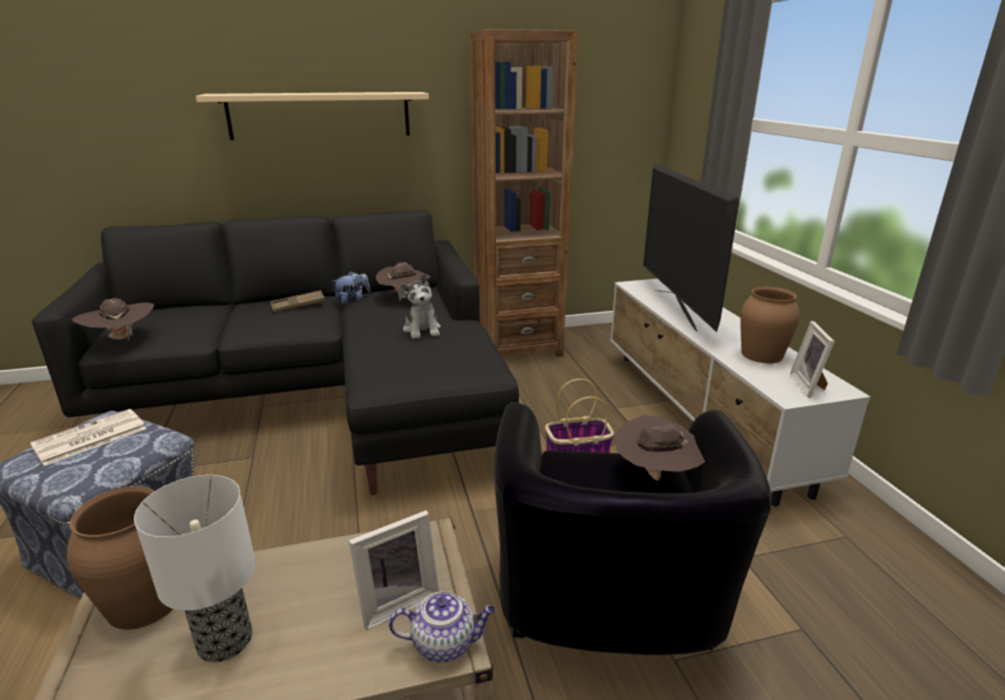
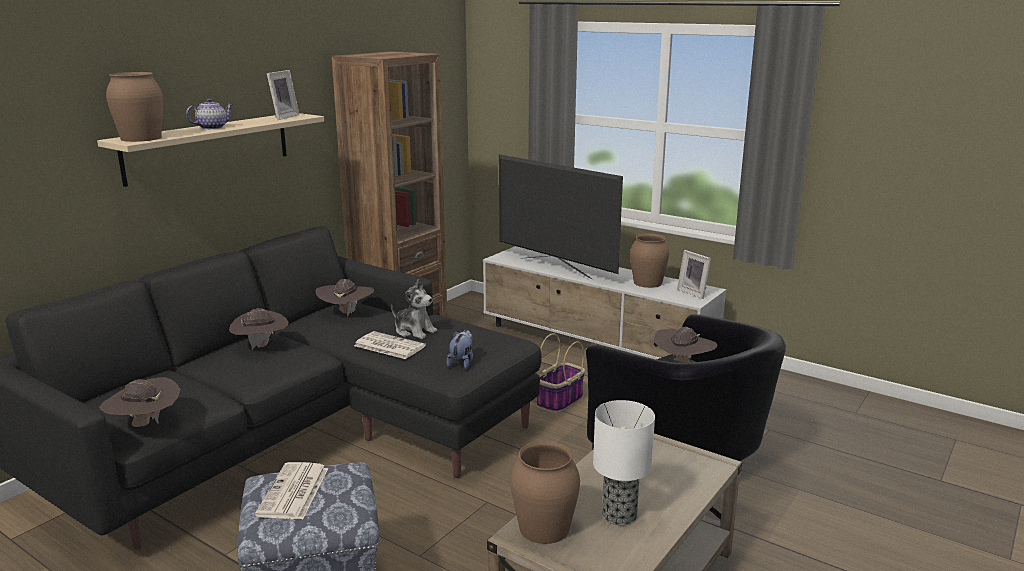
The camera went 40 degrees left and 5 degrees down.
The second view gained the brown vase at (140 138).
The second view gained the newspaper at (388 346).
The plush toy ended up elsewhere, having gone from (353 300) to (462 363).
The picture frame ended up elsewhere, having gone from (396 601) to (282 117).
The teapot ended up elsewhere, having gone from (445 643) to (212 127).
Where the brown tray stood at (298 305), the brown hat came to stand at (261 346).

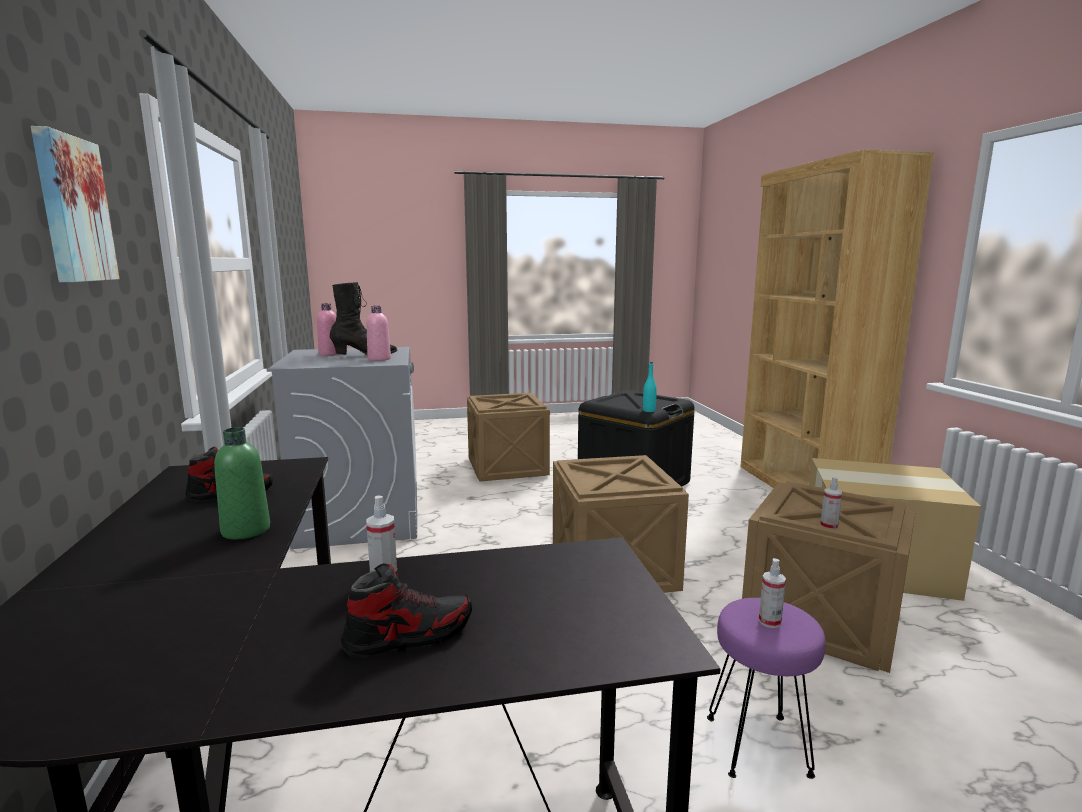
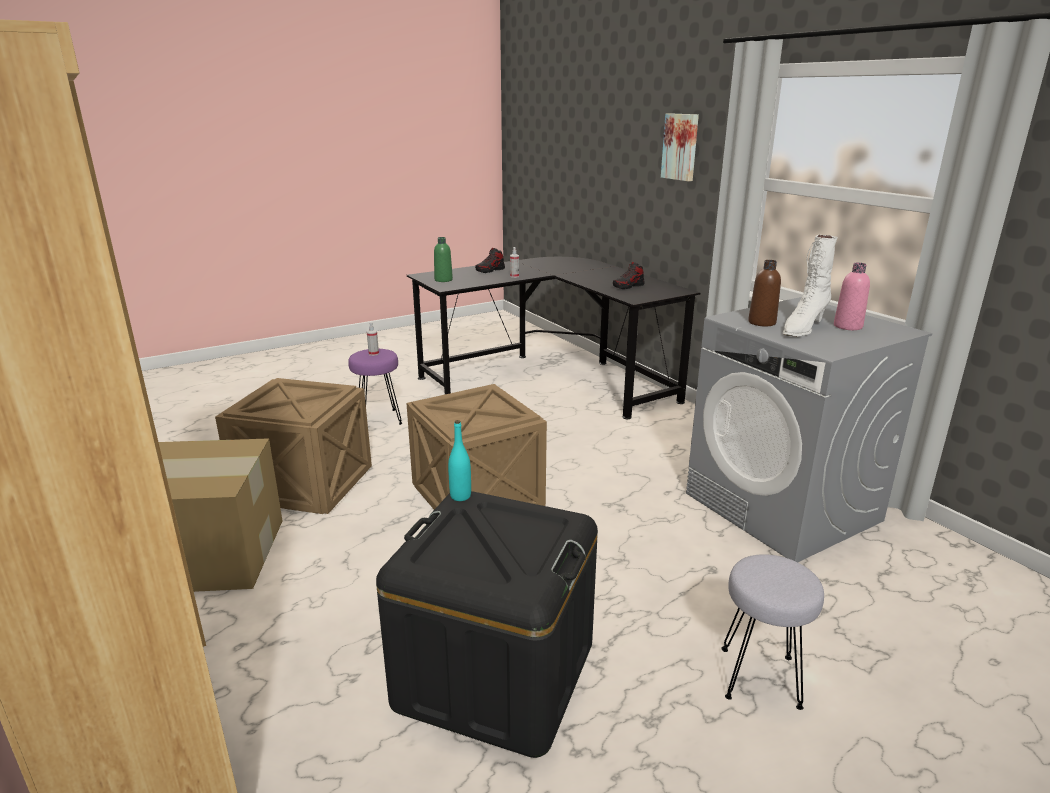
The camera went 160 degrees right and 10 degrees up.
The second view lost the spray bottle at (829 526).
The green bottle ended up elsewhere, having gone from (246 530) to (443 280).
Where the crate stood at (507 467), the grey stool came to stand at (759 678).
What was the black boot at (365 355) turned into the white boot at (802 328).
What was the pink bottle at (379 359) turned into the brown bottle at (762 322).

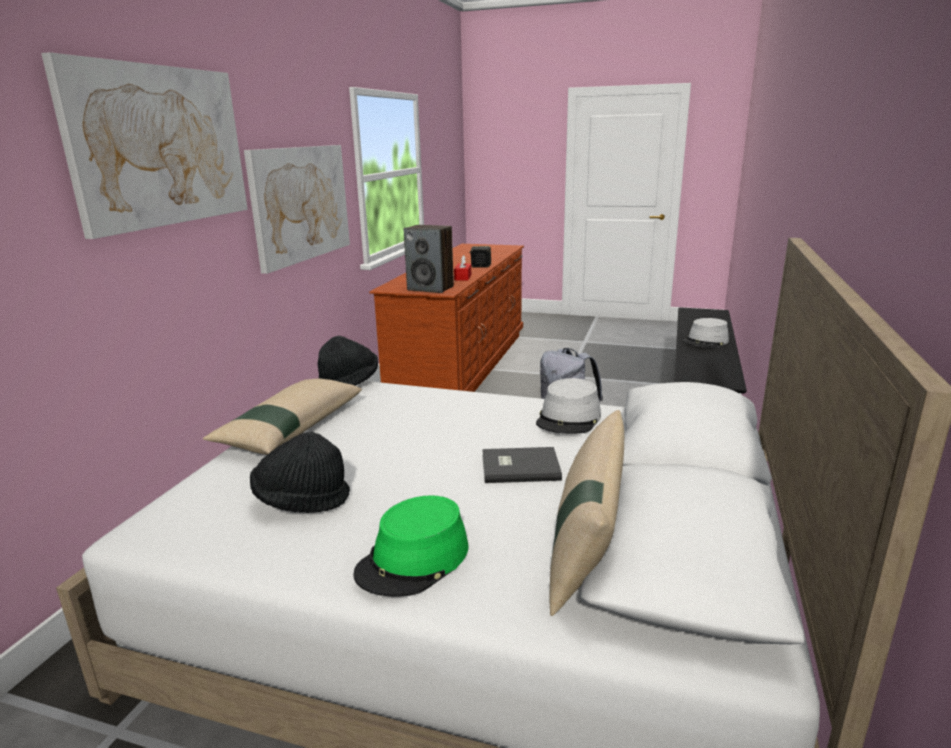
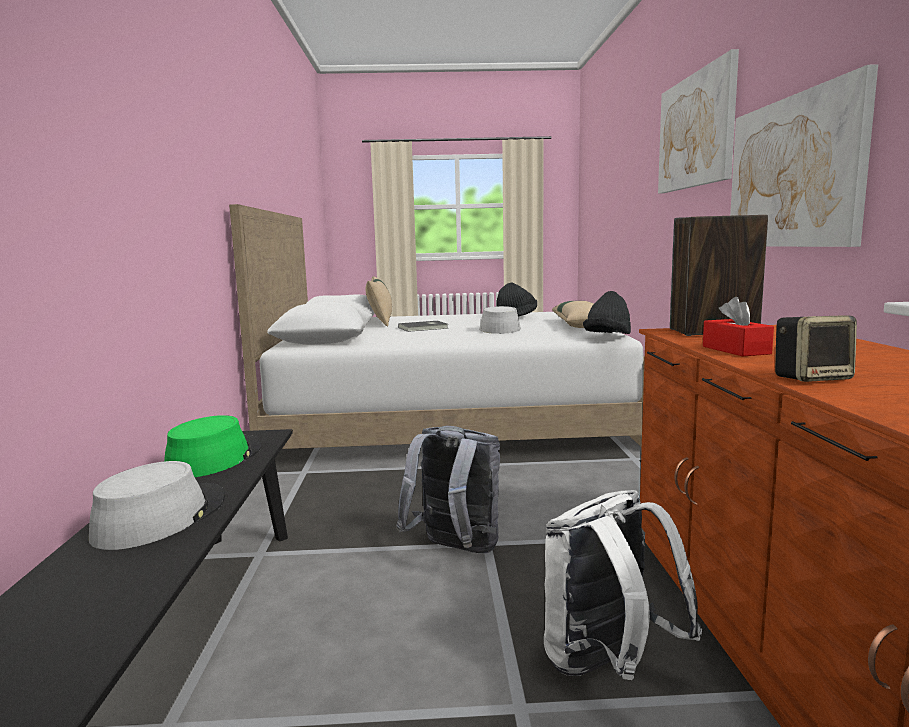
The camera went 160 degrees right and 10 degrees down.
The second view gained the white backpack at (607 666).
The green hat ended up elsewhere, having gone from (414 560) to (214 458).
The grey hat ended up elsewhere, having gone from (569 418) to (499 329).

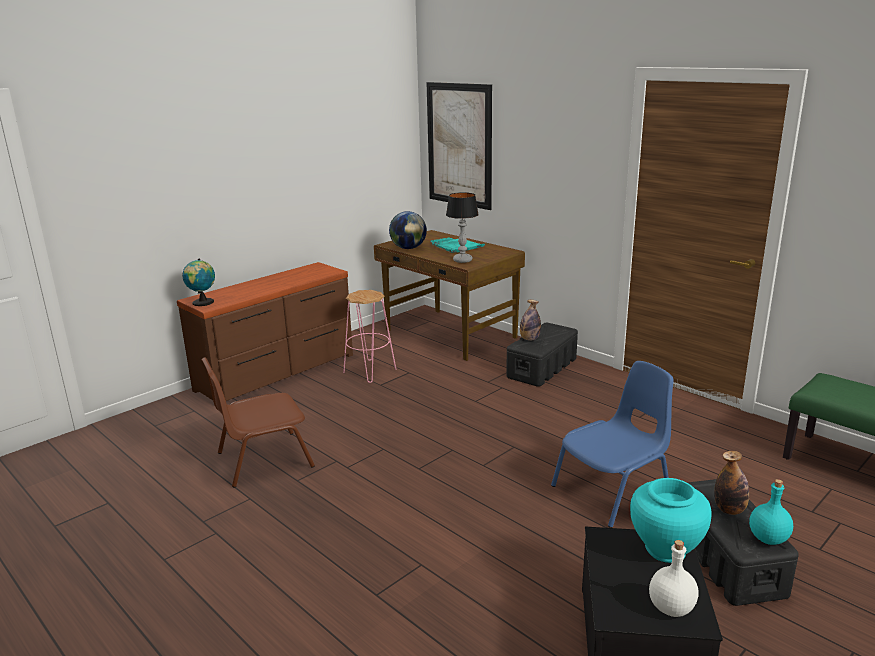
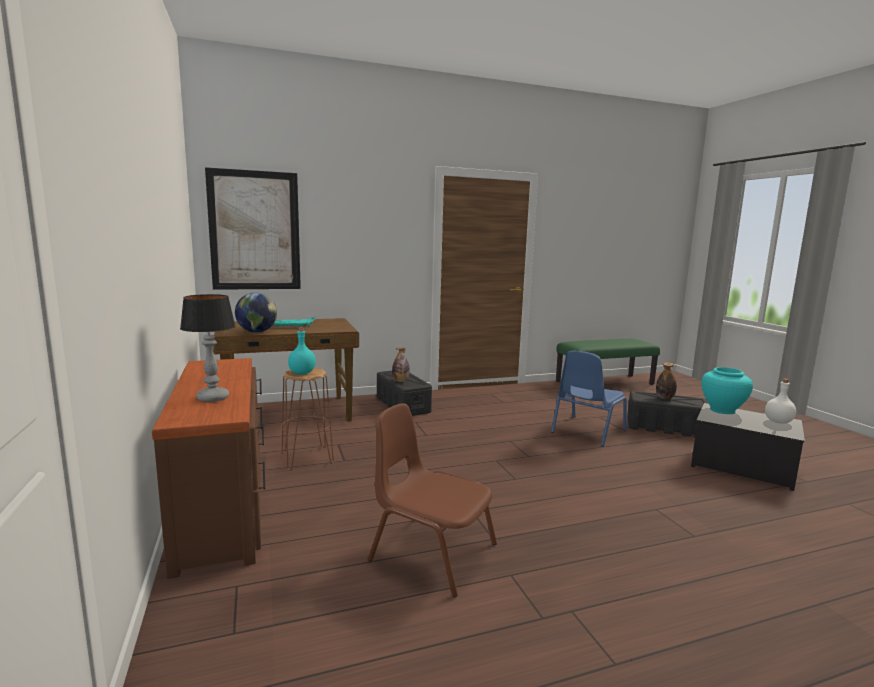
The camera went 65 degrees left and 10 degrees down.
The second view lost the globe at (203 303).
The table lamp ended up elsewhere, having gone from (462 260) to (213 398).
The turquoise bottle ended up elsewhere, having gone from (769 538) to (302 373).
What was the pink stool at (369 371) turned into the brown stool at (306 458).
The brown chair at (263 459) ended up facing another way, 120 degrees clockwise from before.
The blue chair at (613 491) ended up facing another way, 135 degrees counterclockwise from before.

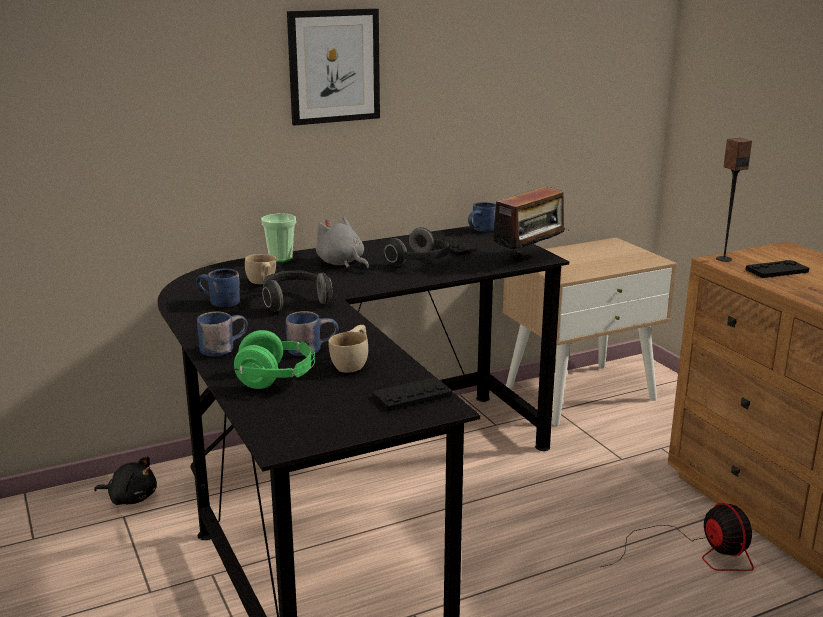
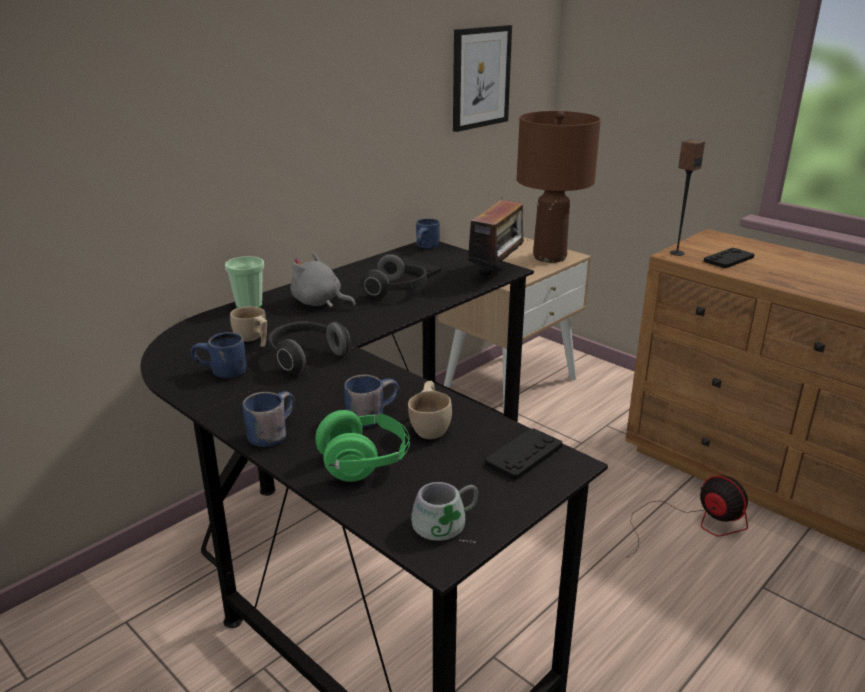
The camera went 20 degrees left and 5 degrees up.
The second view lost the black plush toy at (131 498).
The second view gained the grey mug at (448 526).
The second view gained the brown table lamp at (550 257).
The picture ended up elsewhere, having gone from (334 66) to (480 77).

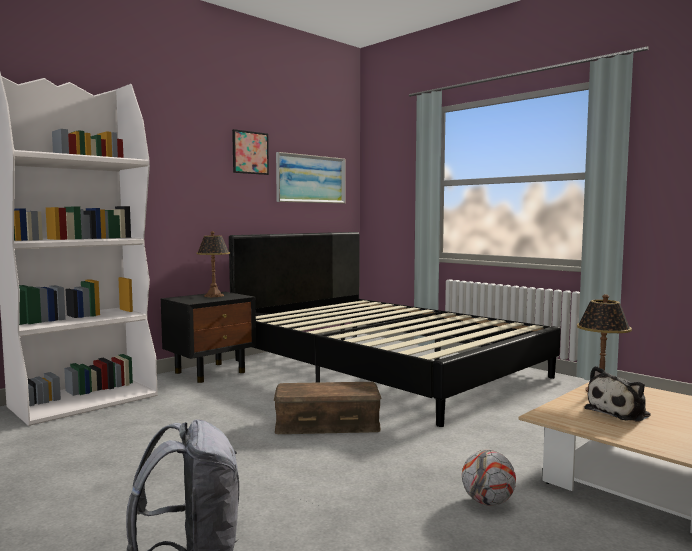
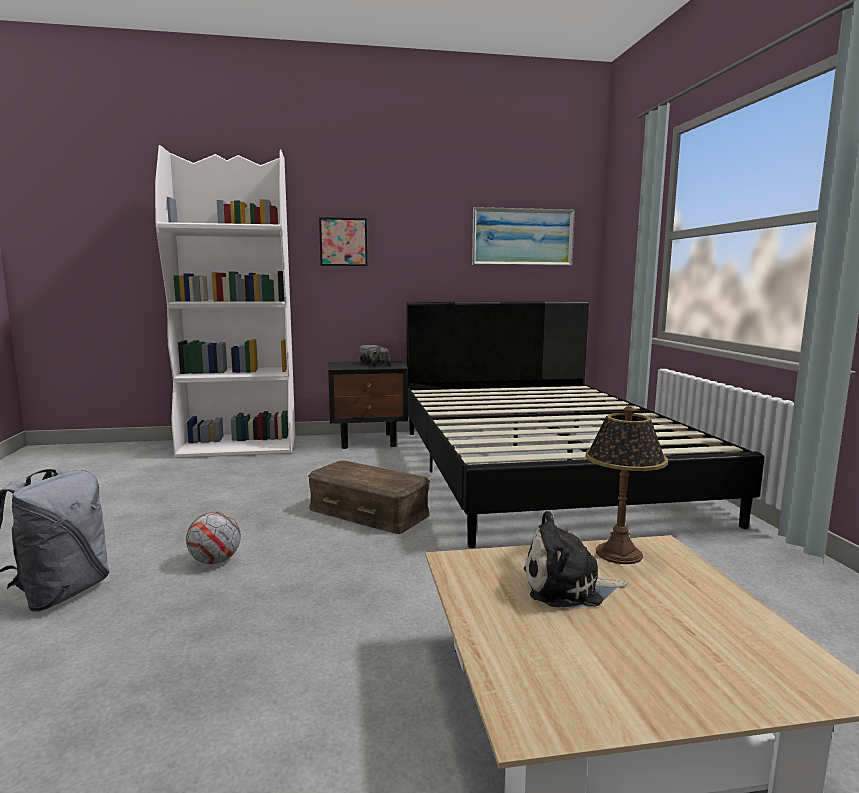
The camera went 35 degrees right and 5 degrees up.
The picture ended up elsewhere, having gone from (250 152) to (343 242).
The football ended up elsewhere, having gone from (487 502) to (215 561).
Where the table lamp stood at (214 296), the toy truck came to stand at (376 364).

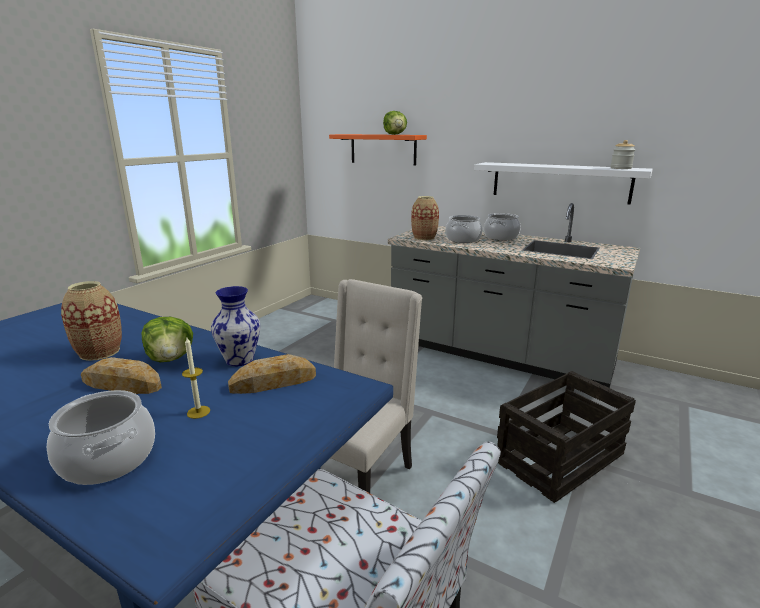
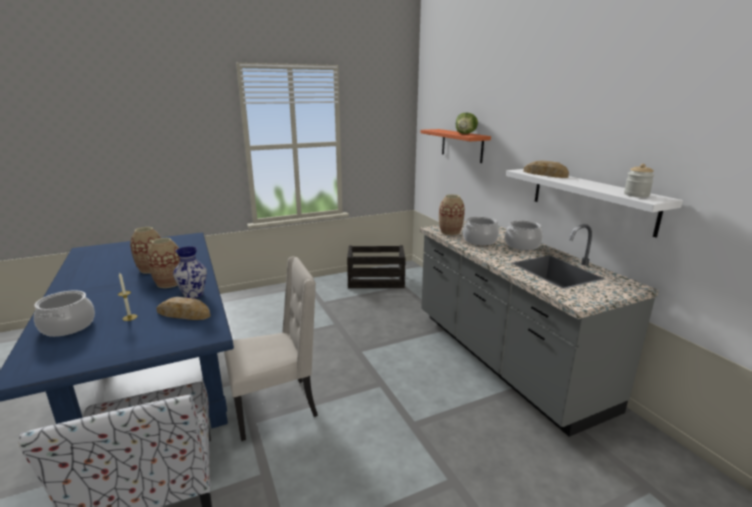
The camera went 35 degrees right and 0 degrees up.
The bread ended up elsewhere, having gone from (122 384) to (545 174).
The crate ended up elsewhere, having gone from (559 458) to (375 281).
Where the lettuce stood at (171 359), the vase came to stand at (169 283).

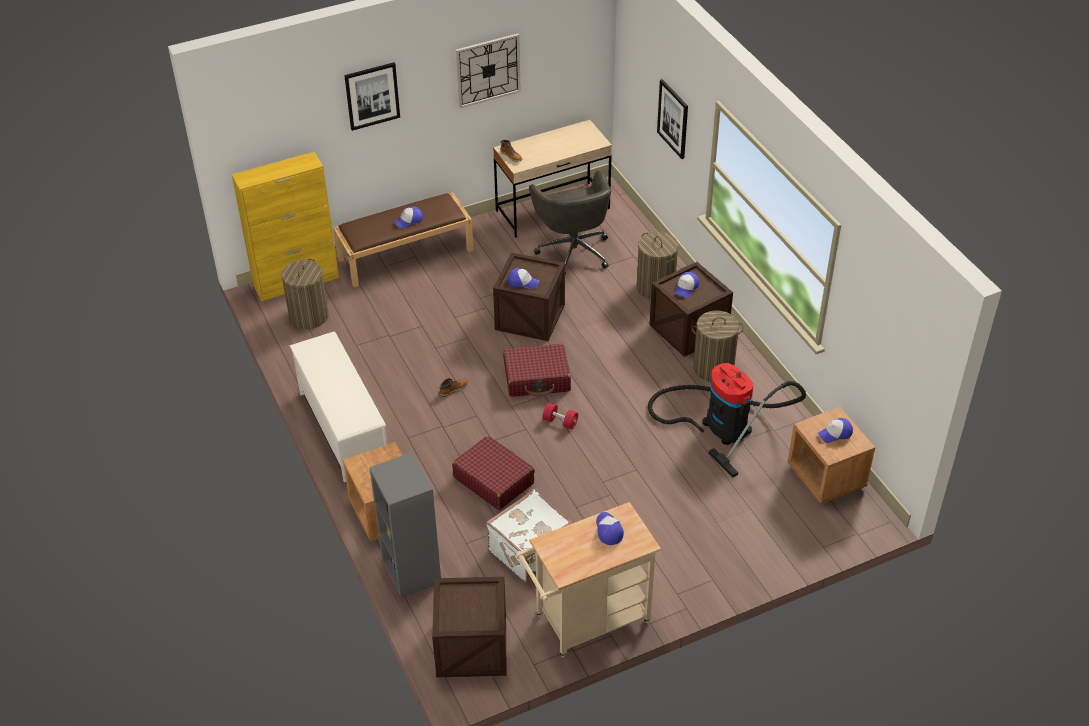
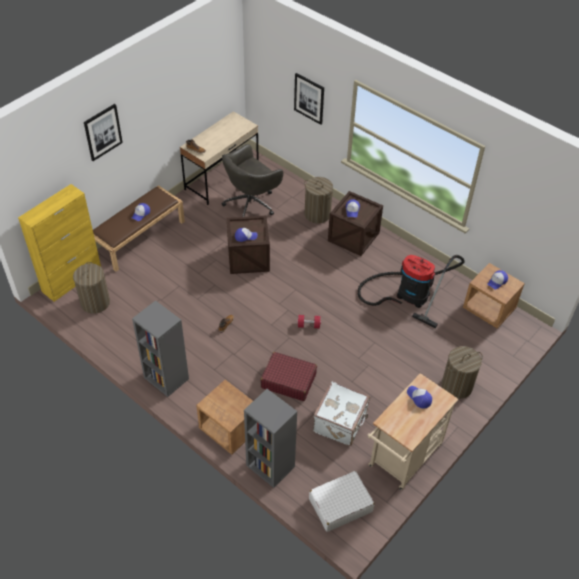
The camera went 25 degrees left and 5 degrees up.
The second view lost the wall clock at (488 70).
The second view lost the red suitcase at (537 378).
The laundry basket ended up elsewhere, having gone from (713 368) to (457 386).
Where the white shoe rack stood at (343 429), the grey bookcase came to stand at (165 378).
Where the crate stood at (471 647), the white suitcase came to stand at (340 505).
The grey office chair at (573 251) ended up facing another way, 90 degrees clockwise from before.

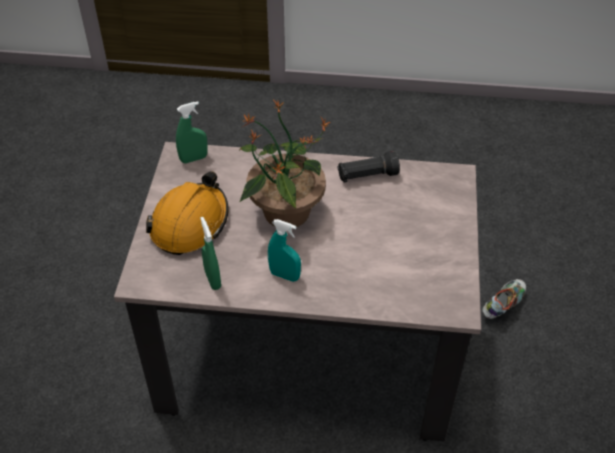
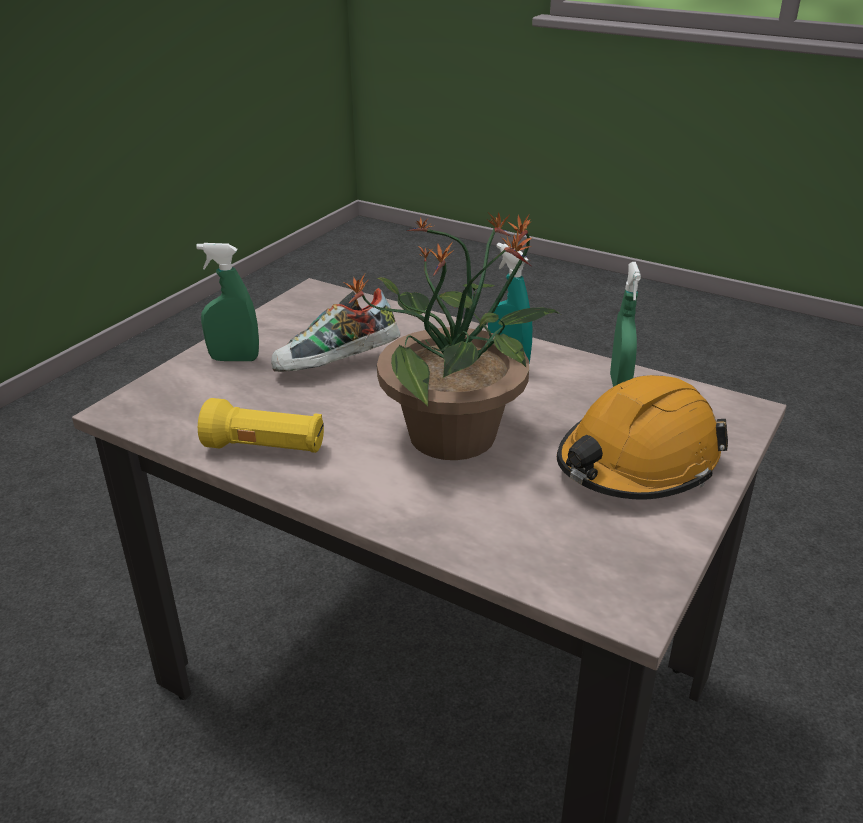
The camera went 155 degrees left and 15 degrees down.
The green spray bottle ended up elsewhere, having gone from (194 159) to (234 359).
The shoe ended up elsewhere, having gone from (503 305) to (337 366).
What was the black flashlight at (367 176) turned into the yellow flashlight at (266 448).

